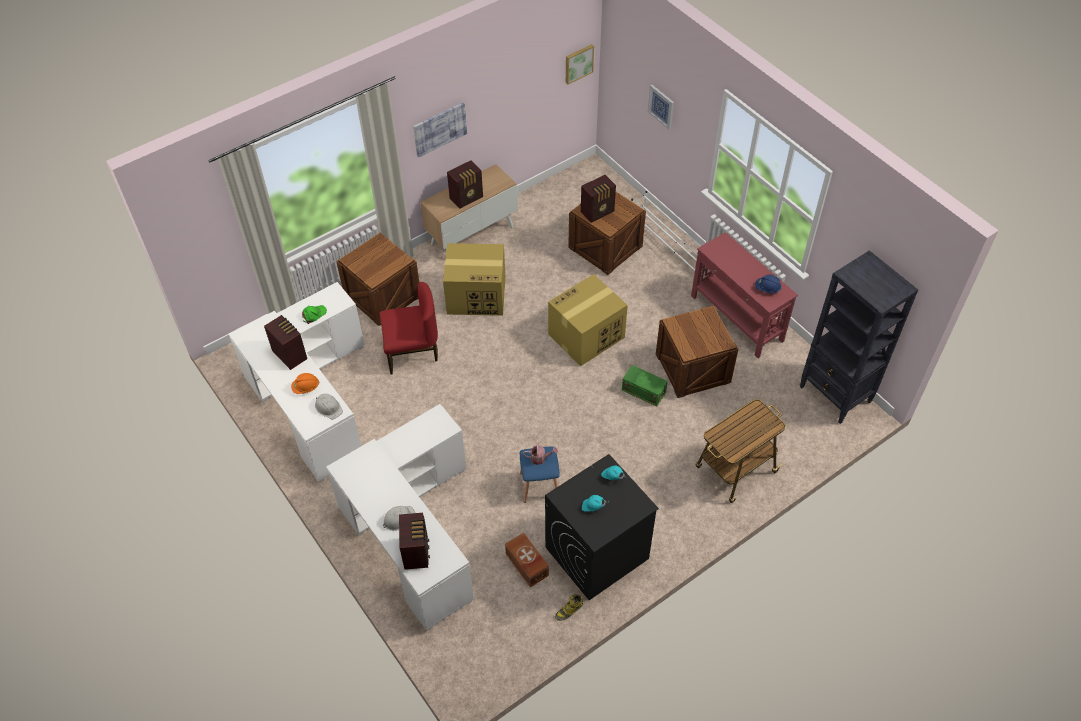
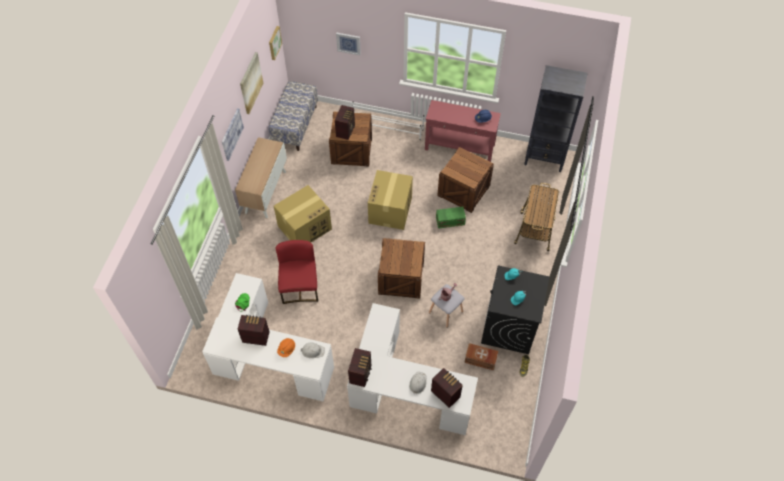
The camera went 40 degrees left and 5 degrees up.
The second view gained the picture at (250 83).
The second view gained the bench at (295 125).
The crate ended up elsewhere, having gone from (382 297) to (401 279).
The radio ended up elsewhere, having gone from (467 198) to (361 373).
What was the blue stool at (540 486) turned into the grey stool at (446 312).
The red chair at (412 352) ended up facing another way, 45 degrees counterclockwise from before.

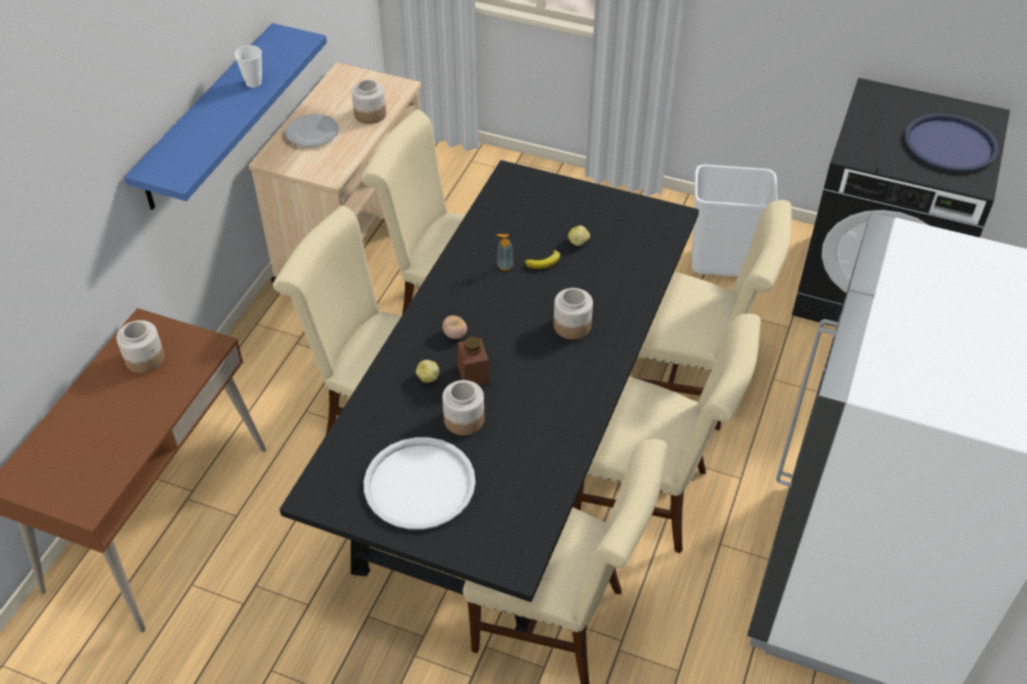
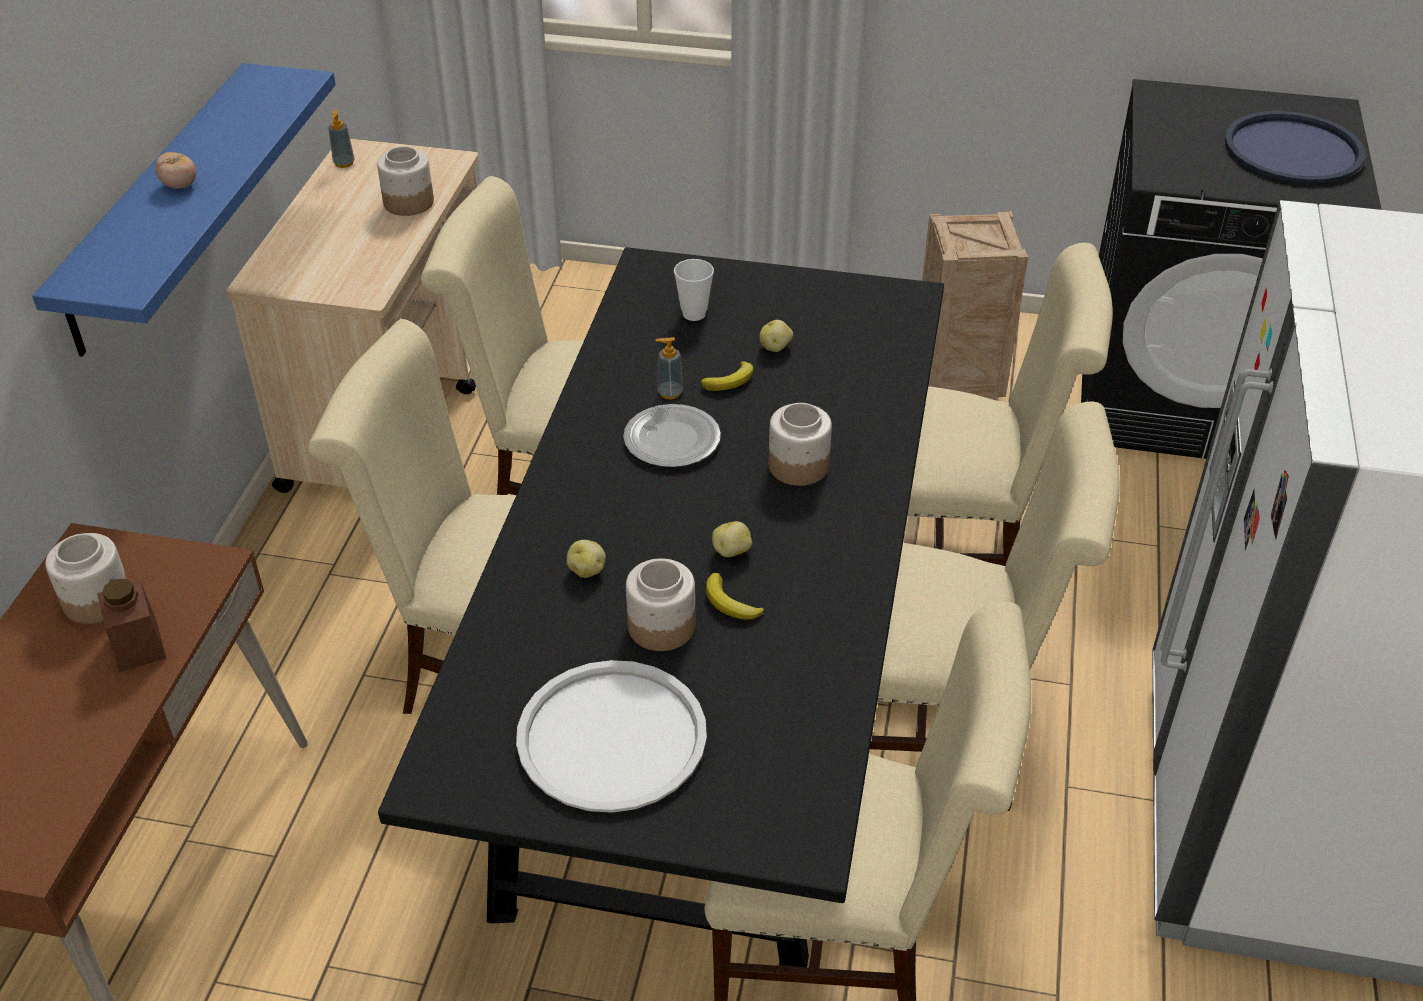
The camera went 10 degrees left and 5 degrees down.
The second view gained the soap dispenser at (344 163).
The second view gained the banana at (730 603).
The second view gained the potato at (732 551).
The cup ended up elsewhere, having gone from (253 83) to (694 314).
The plate ended up elsewhere, having gone from (311 132) to (670 439).
The tomato ended up elsewhere, having gone from (455 334) to (179 185).
The brown jar ended up elsewhere, having gone from (473 373) to (138 645).
Where the white trash can stood at (722 263), the crate came to stand at (959 383).

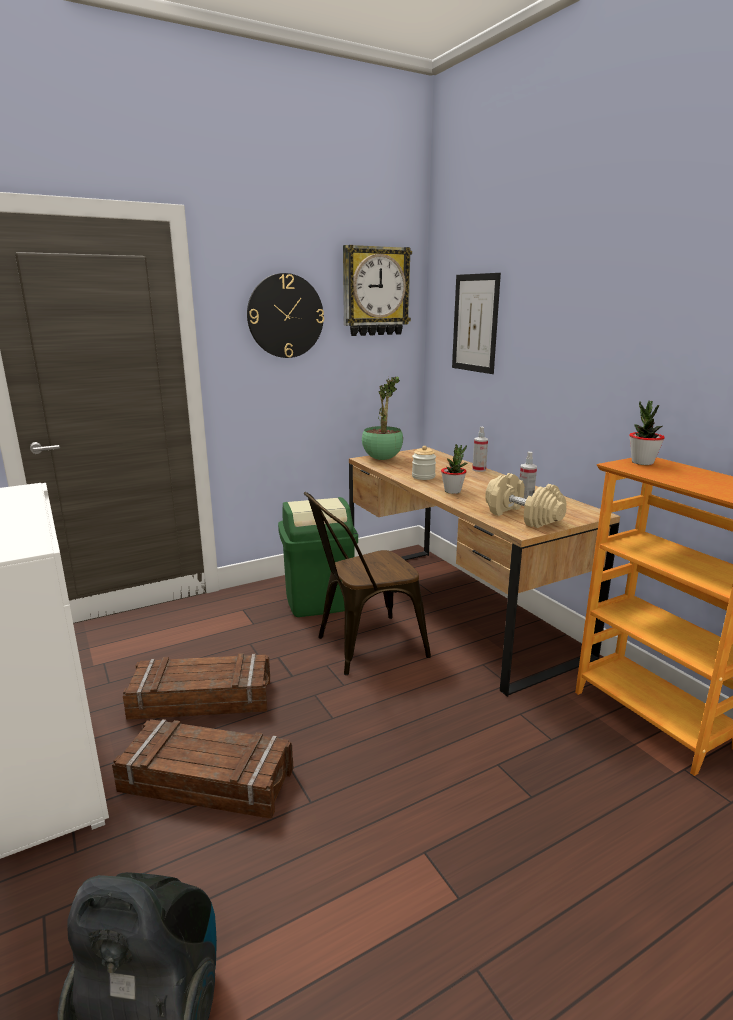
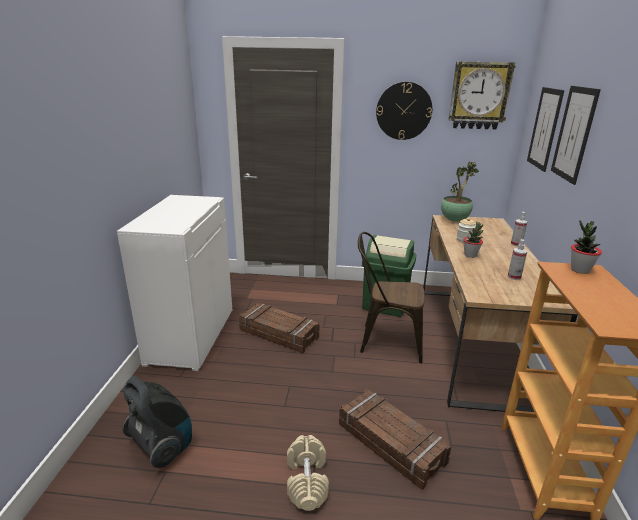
The camera went 35 degrees right and 5 degrees up.
The second view gained the picture at (574 134).
The crate ended up elsewhere, having gone from (206 782) to (390 444).
The beige dumbbell ended up elsewhere, having gone from (522 516) to (306 480).

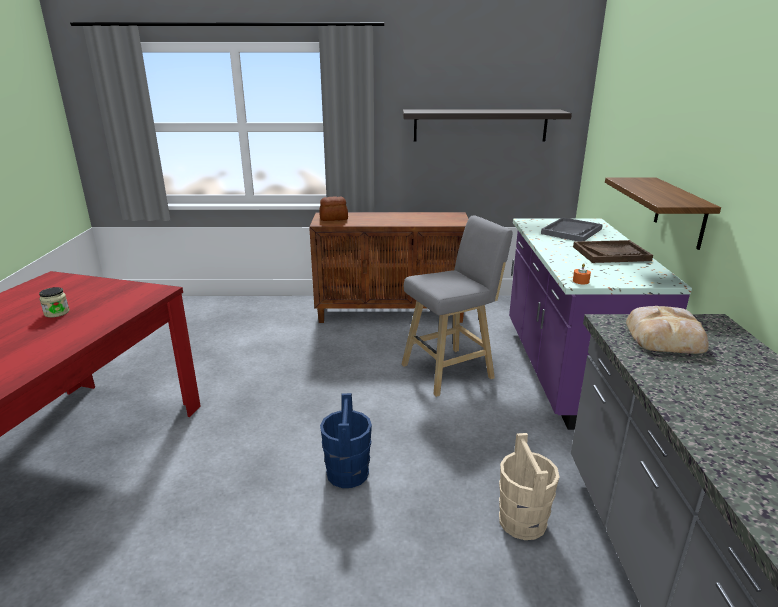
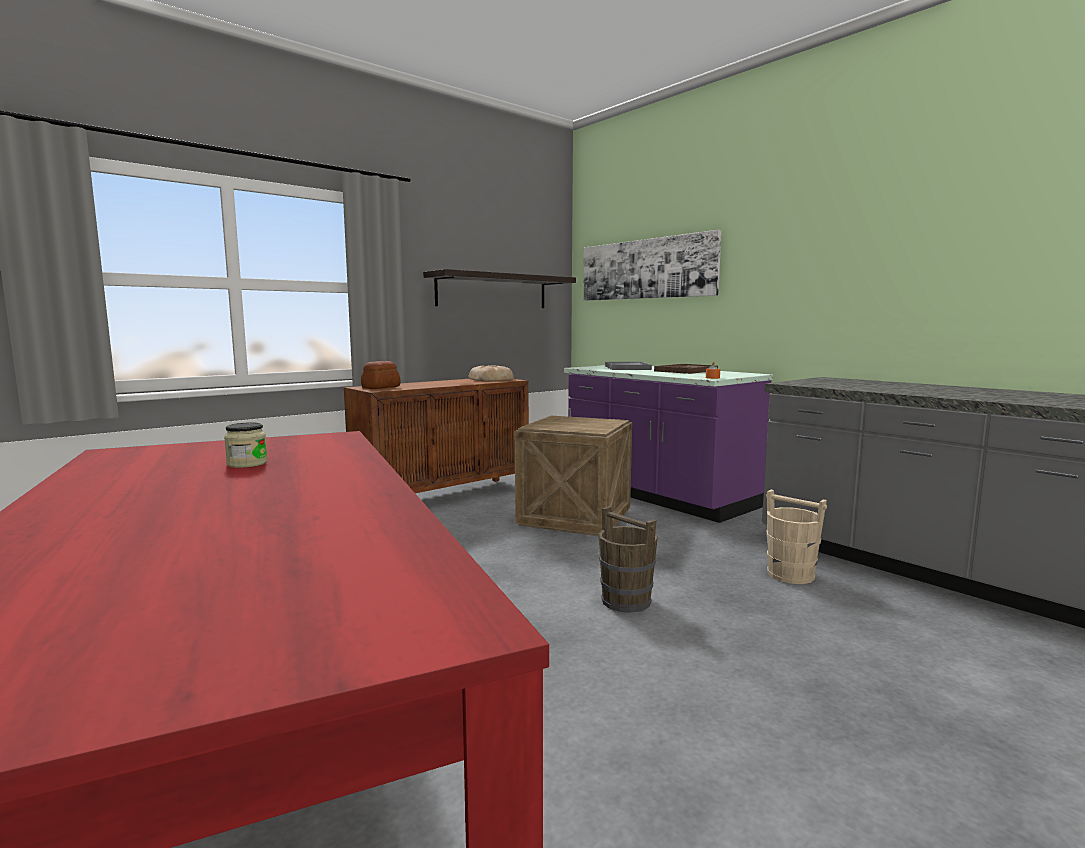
The camera went 40 degrees left and 15 degrees down.
The second view lost the shelf at (680 213).
The second view gained the picture at (646 269).
The bread ended up elsewhere, having gone from (665 336) to (491 379).
Where the grey stool stood at (451 371), the crate came to stand at (576 517).
What was the blue bucket at (347 473) turned into the brown bucket at (625 600).

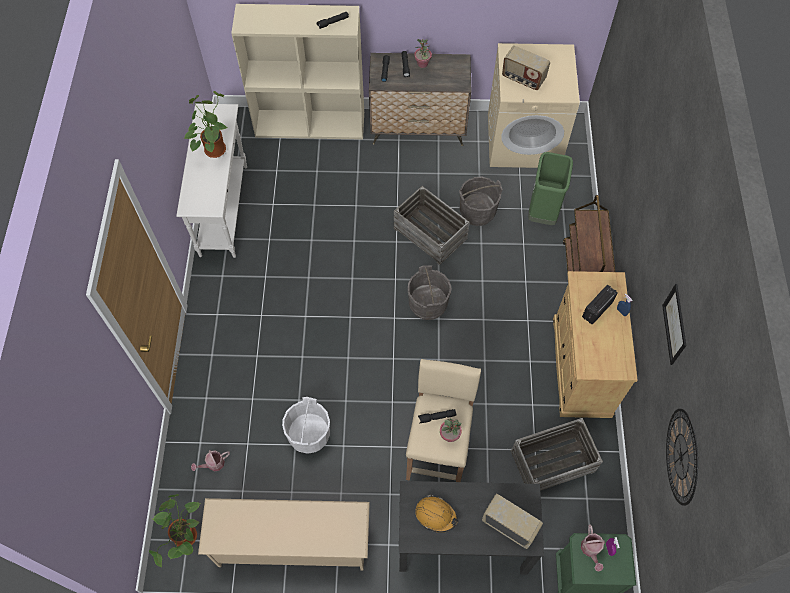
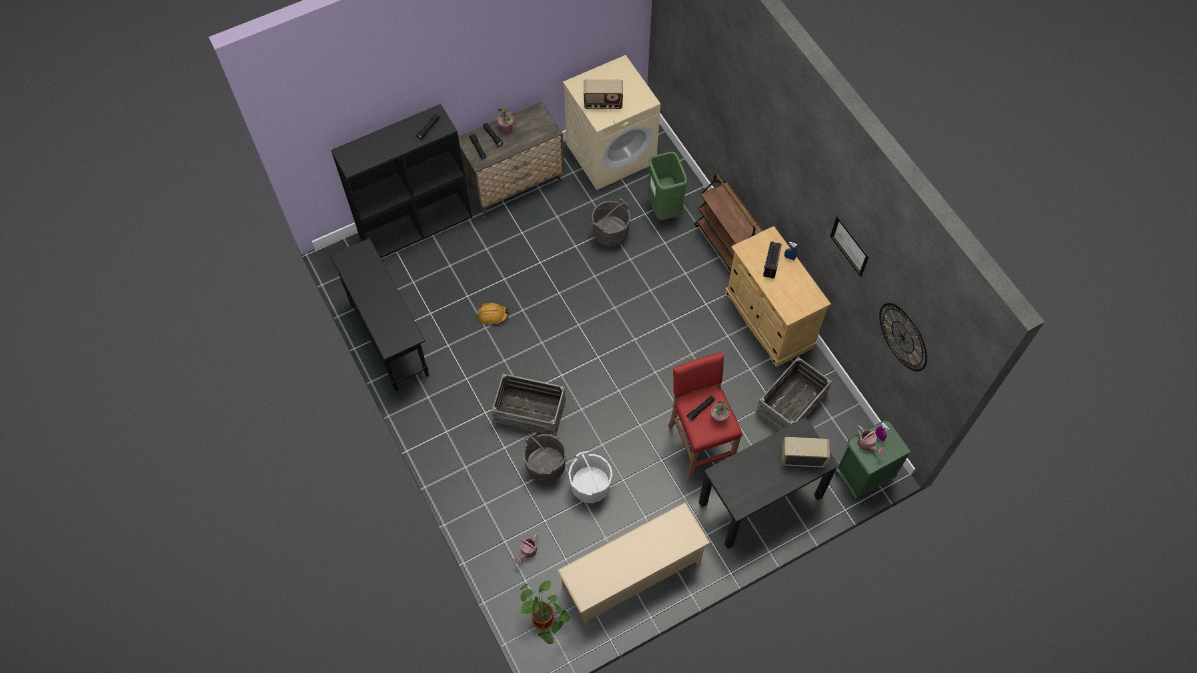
The camera went 30 degrees left and 0 degrees up.
The second view lost the potted plant at (214 148).
The crate ended up elsewhere, having gone from (430 233) to (530 411).
The grey bucket ended up elsewhere, having gone from (427 304) to (545 466).
The orange hard hat ended up elsewhere, having gone from (436 515) to (493 315).
What was the white console table at (224 210) turned into the black console table at (389 339).
What was the beige bookcase at (311 124) turned into the black bookcase at (416 225).
What was the beige stool at (438 451) turned into the red stool at (700 443).

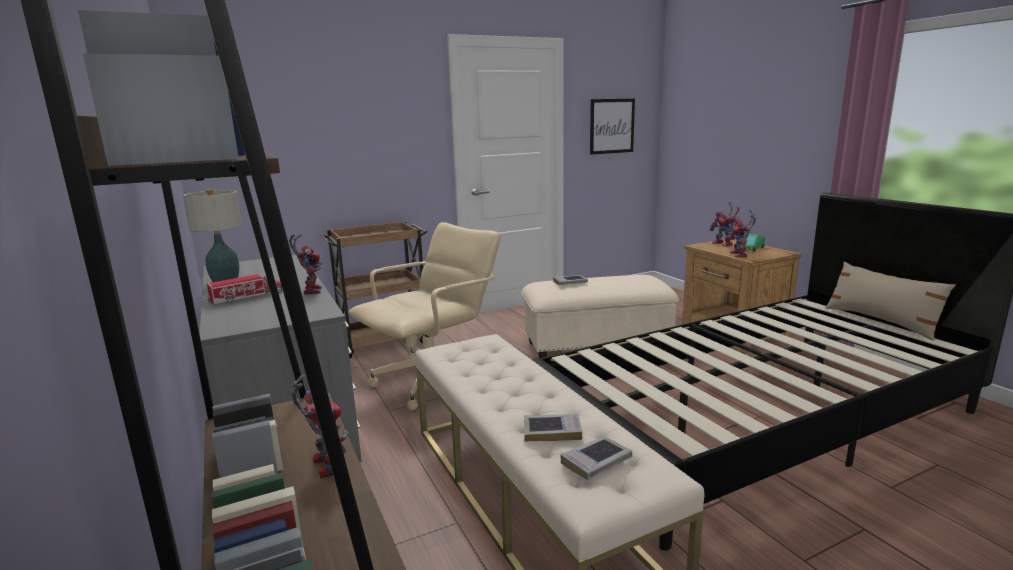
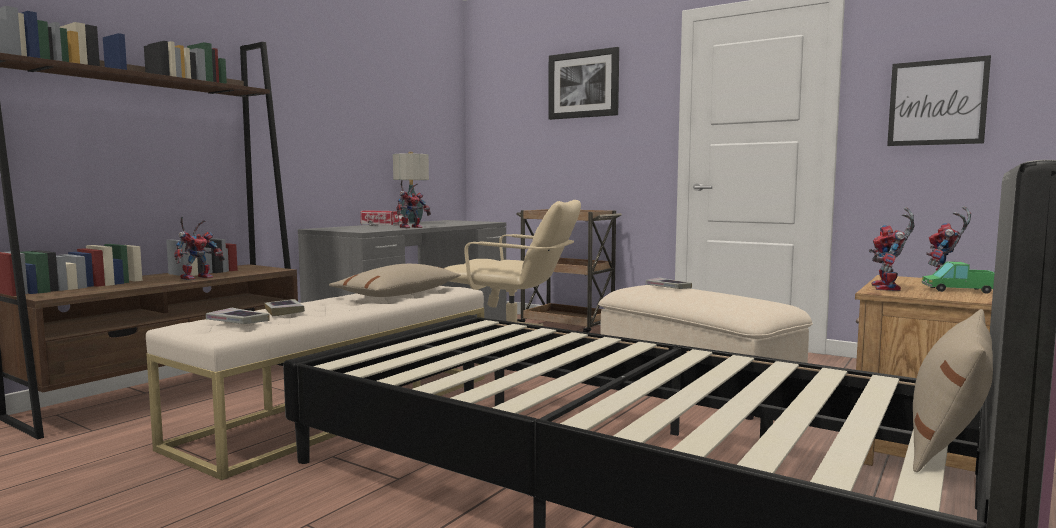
The camera went 60 degrees right and 10 degrees down.
The second view gained the beige pillow at (399 294).
The second view gained the picture at (583 84).
The toy robot at (740 255) ended up facing another way, 45 degrees counterclockwise from before.

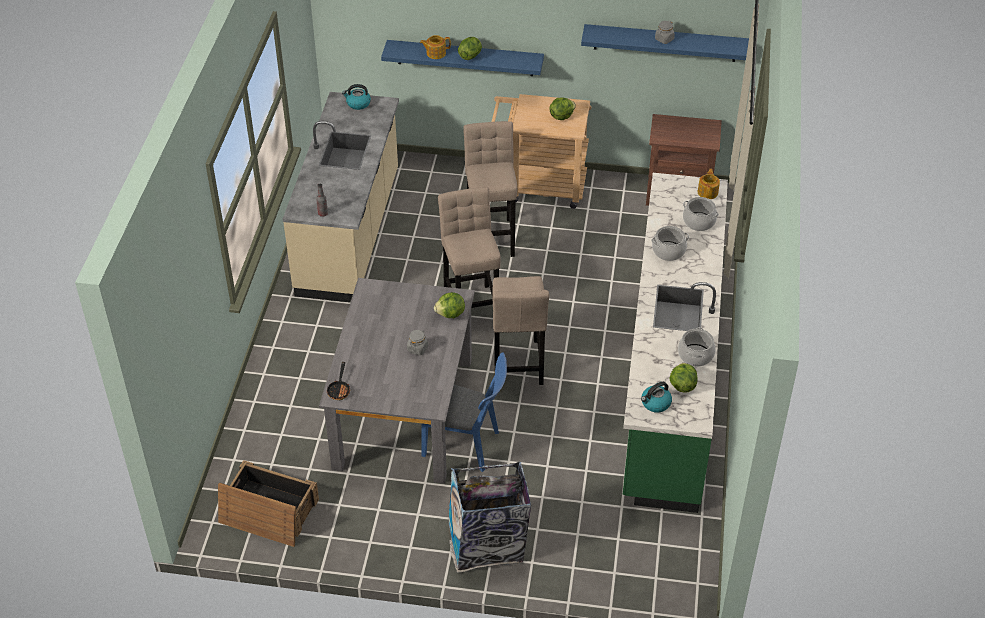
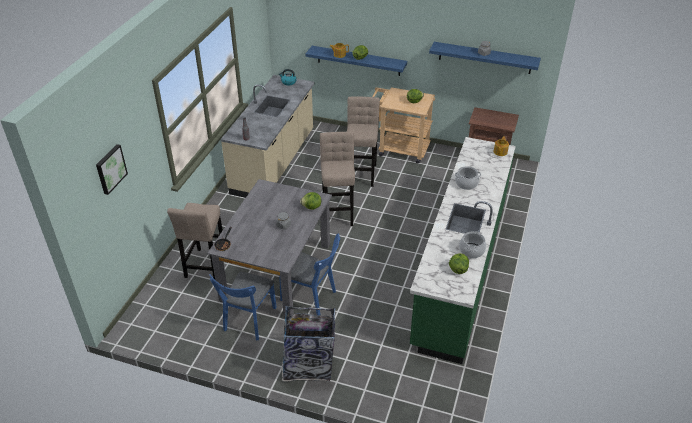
The camera went 10 degrees right and 5 degrees down.
The second view lost the crate at (268 512).
The second view lost the kettle at (655 403).
The second view lost the cooking pot at (699 221).
The second view gained the picture at (110 169).
The second view gained the blue chair at (248 322).
The beige stool ended up elsewhere, having gone from (517 366) to (205 266).

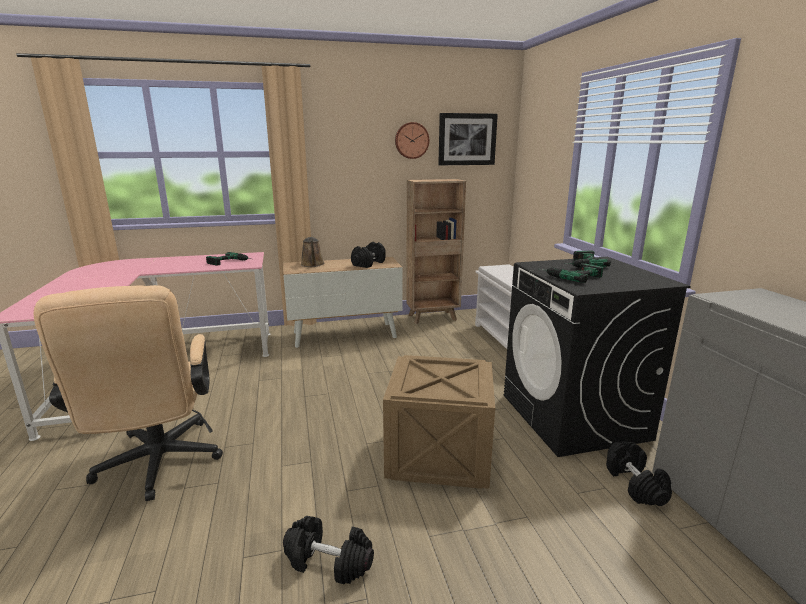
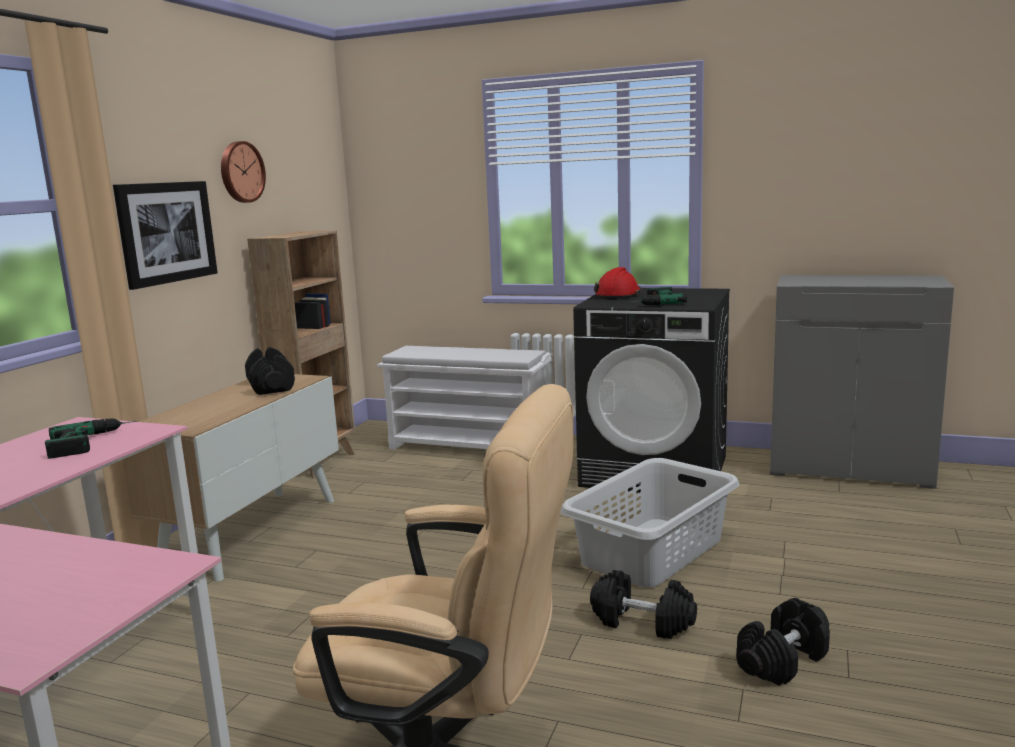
The camera went 55 degrees left and 5 degrees down.
The second view lost the brown watering can at (312 264).
The picture ended up elsewhere, having gone from (467 139) to (166 232).
The black dumbbell ended up elsewhere, having gone from (635 485) to (643 622).
Where the crate stood at (440 456), the grey laundry basket came to stand at (654 551).
Where the power drill stood at (579 264), the red hard hat came to stand at (618 295).

